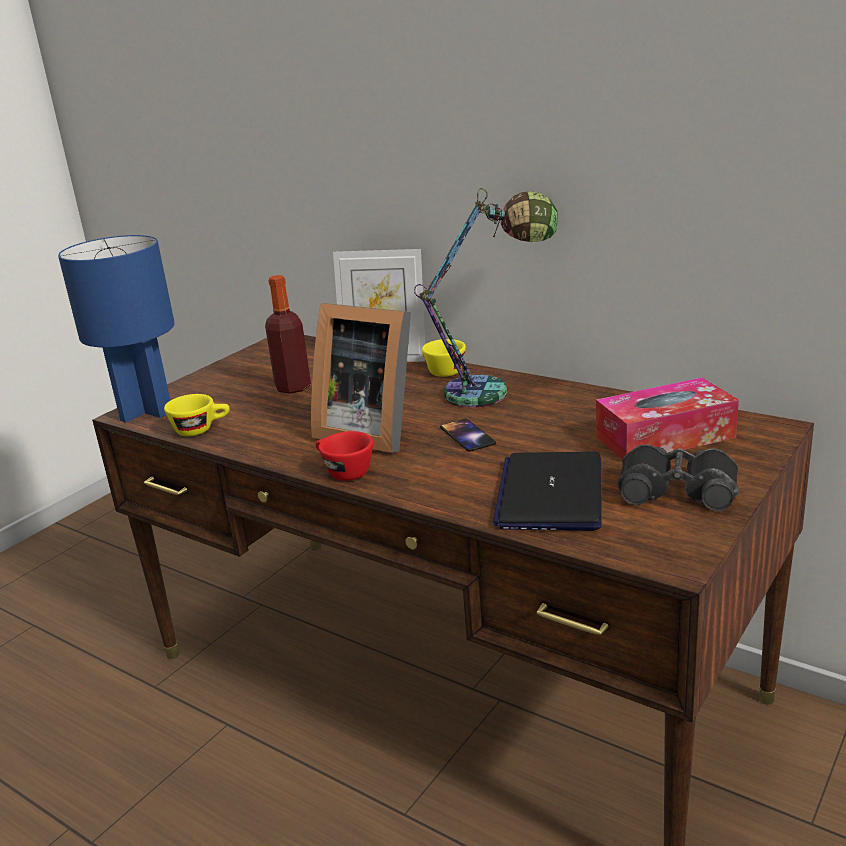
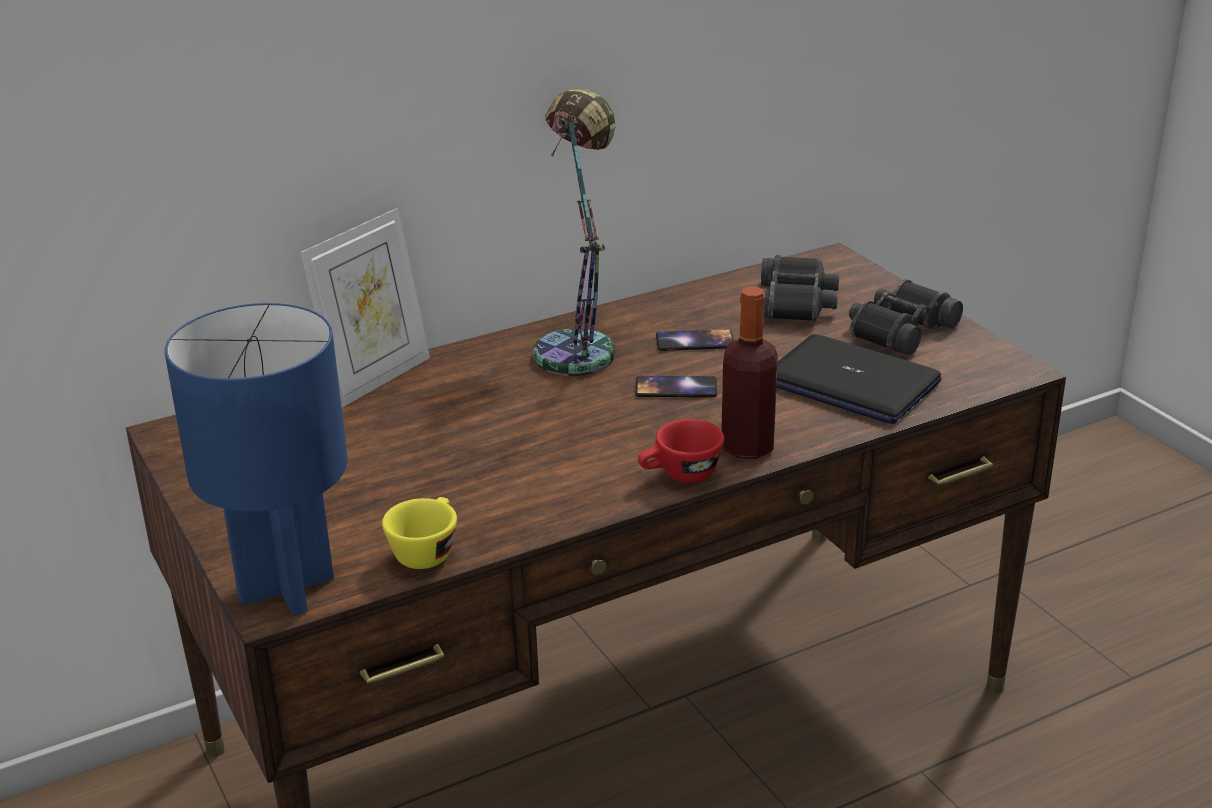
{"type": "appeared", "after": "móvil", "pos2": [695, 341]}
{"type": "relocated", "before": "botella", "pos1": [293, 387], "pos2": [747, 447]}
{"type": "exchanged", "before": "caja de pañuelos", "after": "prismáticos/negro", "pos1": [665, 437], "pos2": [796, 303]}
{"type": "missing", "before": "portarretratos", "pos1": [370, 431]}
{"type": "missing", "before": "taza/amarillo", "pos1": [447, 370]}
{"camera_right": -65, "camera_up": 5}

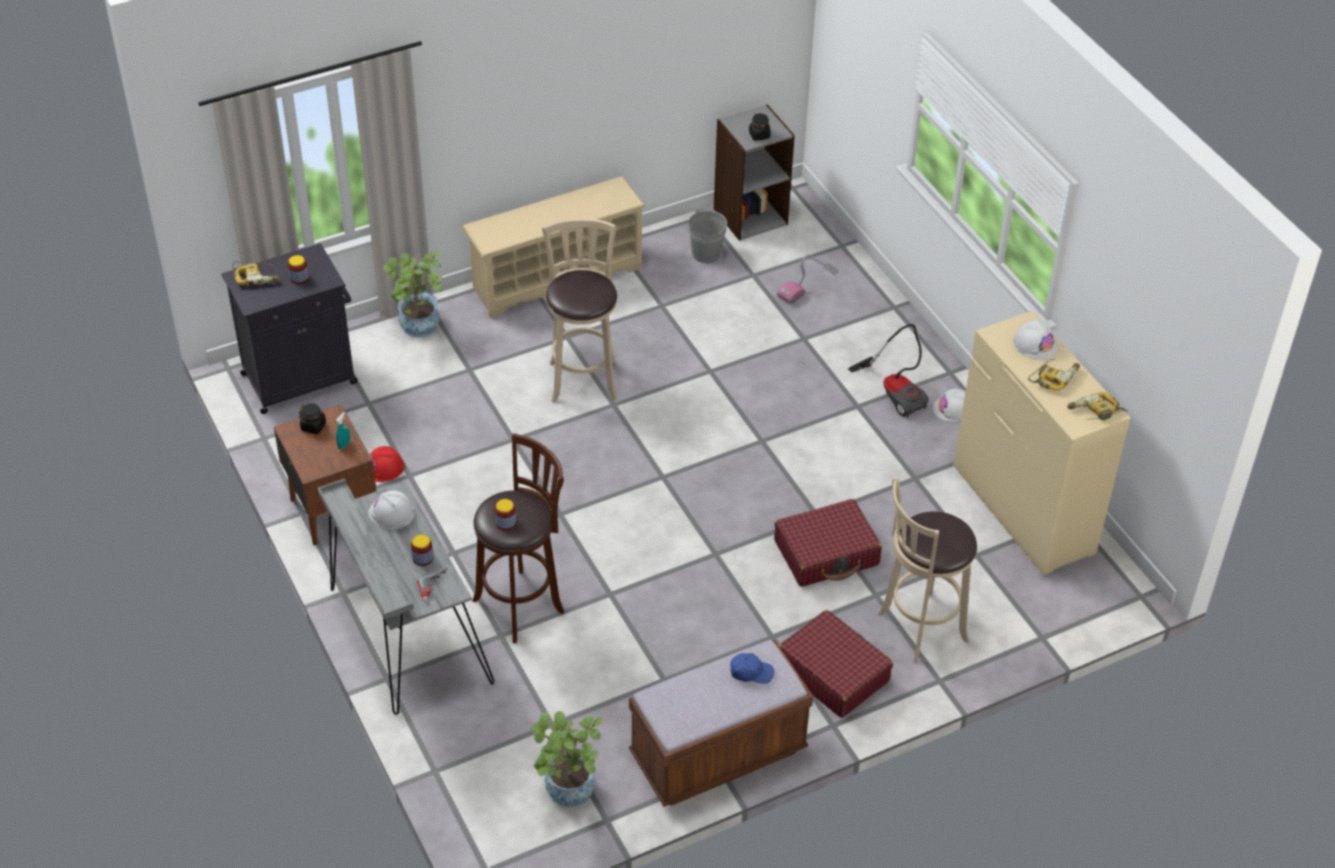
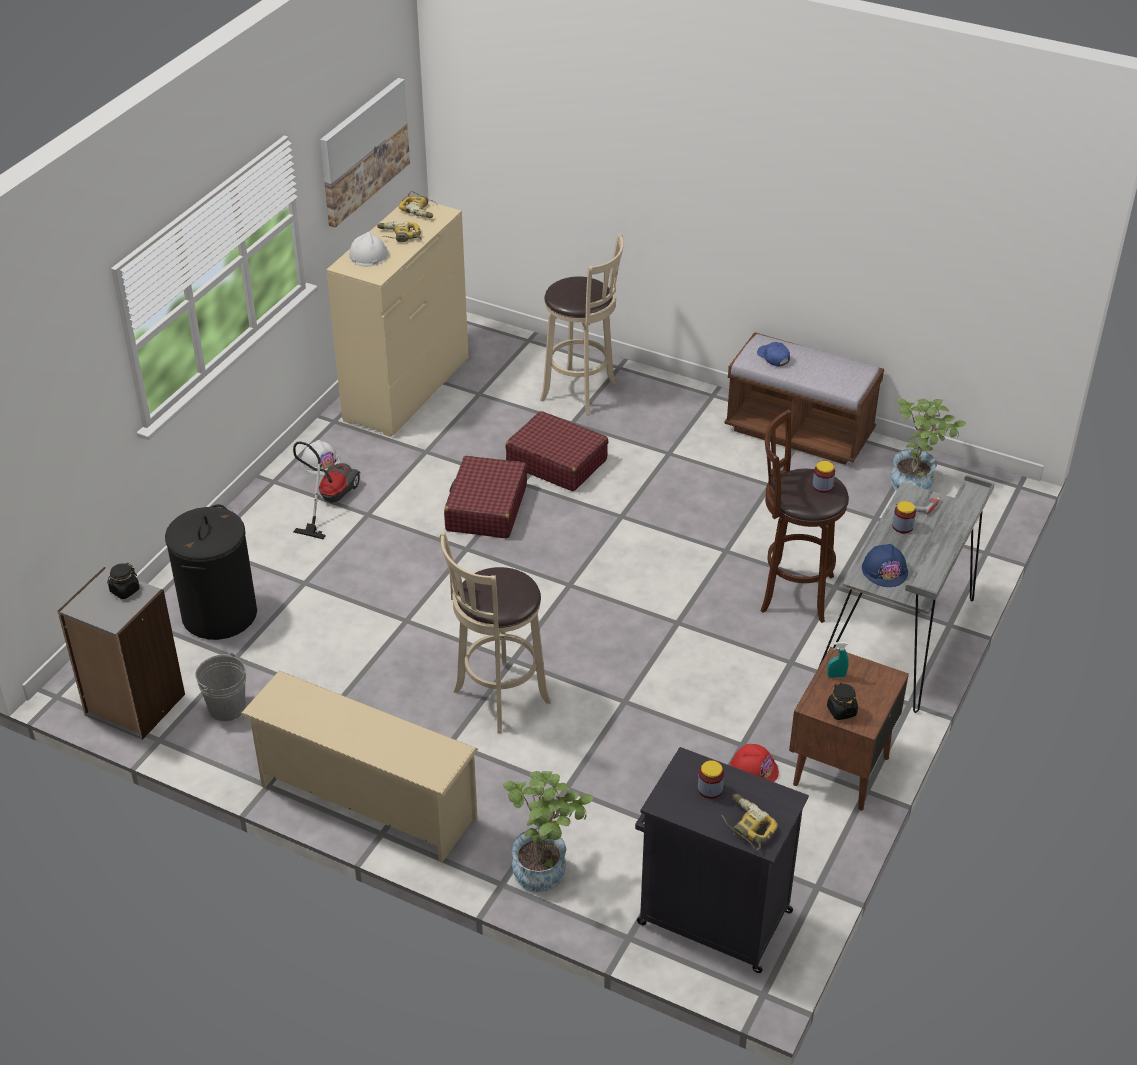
{"type": "exchanged", "before": "aspiradora", "after": "cesto de la ropa/negro", "pos1": [808, 284], "pos2": [219, 614]}
{"type": "appeared", "after": "cuadro", "pos2": [363, 151]}
{"type": "relocated", "before": "maleta/rojo", "pos1": [832, 673], "pos2": [486, 508]}
{"type": "colour", "before": "casco/blanco", "after": "casco/azul", "pos1": [391, 513], "pos2": [884, 570]}
{"camera_right": -125, "camera_up": -5}

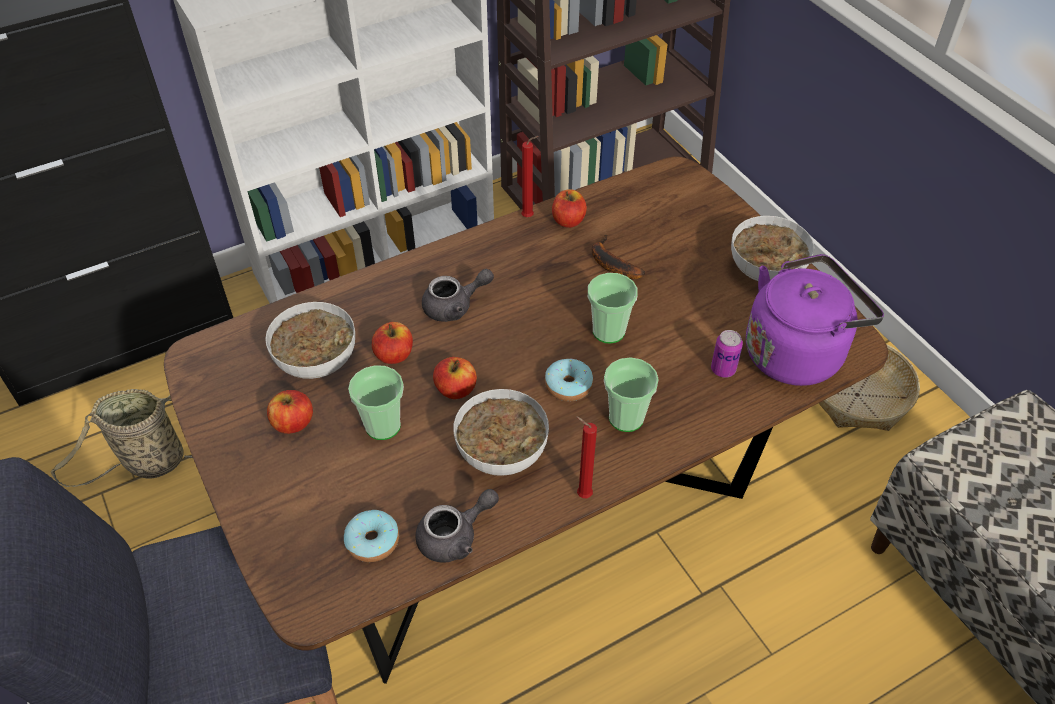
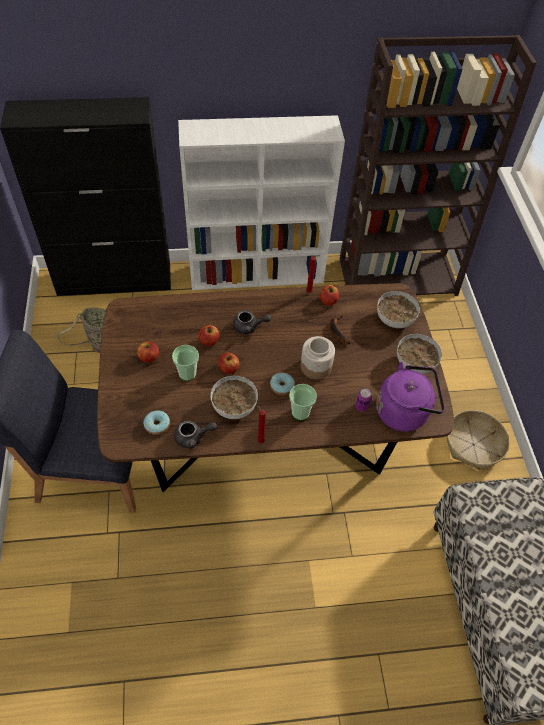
{"type": "exchanged", "before": "taza", "after": "tarro", "pos1": [608, 331], "pos2": [316, 366]}
{"type": "relocated", "before": "cuenco", "pos1": [318, 360], "pos2": [395, 319]}
{"camera_right": 20, "camera_up": 5}

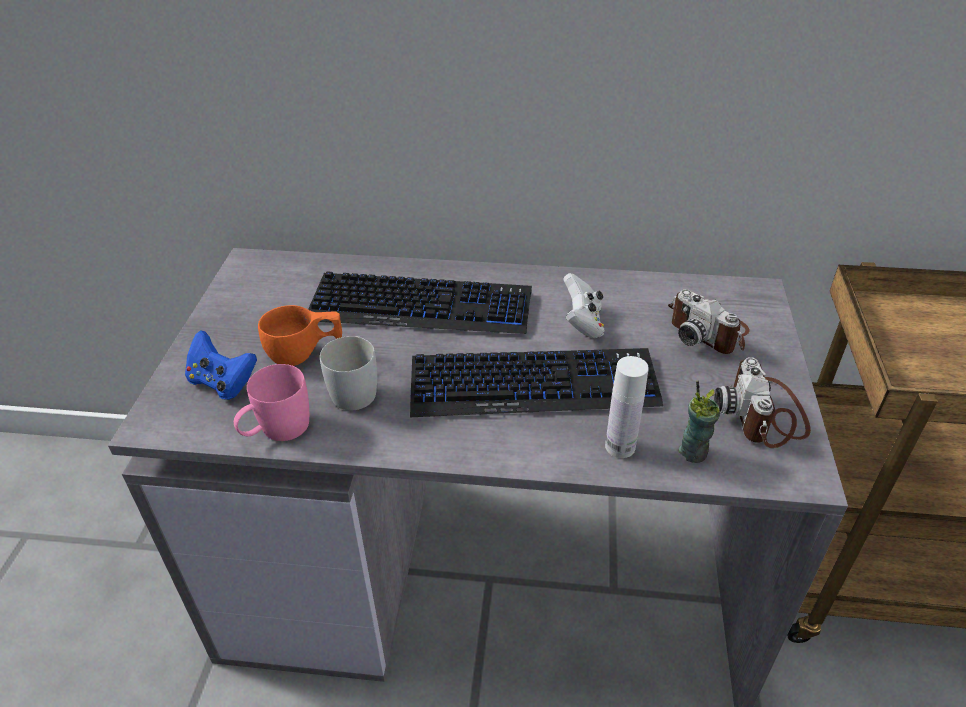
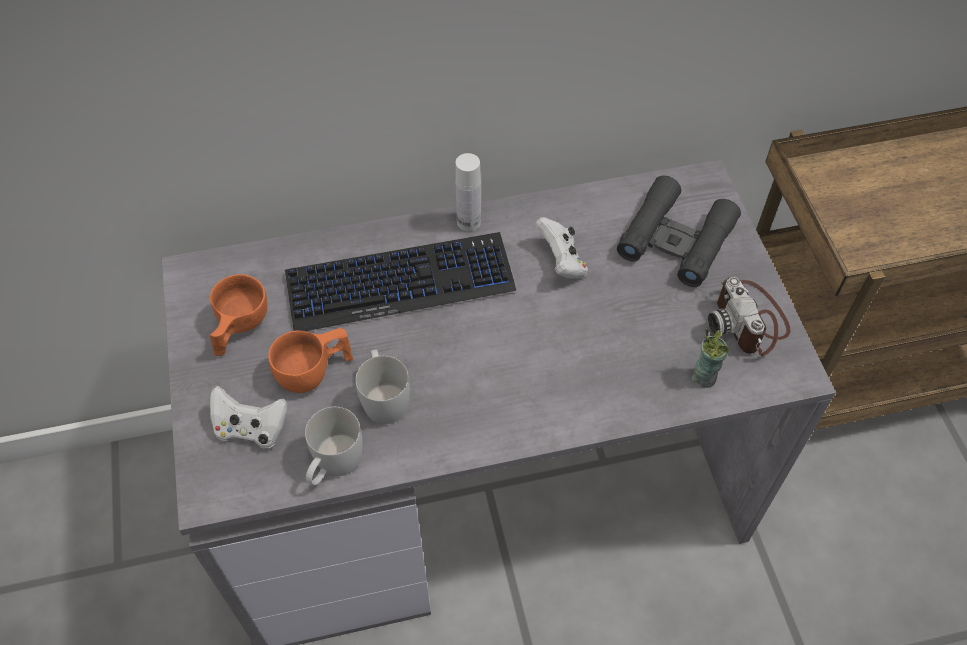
{"type": "appeared", "after": "taza/naranja", "pos2": [238, 329]}
{"type": "colour", "before": "mando de consola/azul", "after": "mando de consola/blanco", "pos1": [222, 383], "pos2": [251, 428]}
{"type": "colour", "before": "taza grande/rosa", "after": "taza grande/blanco", "pos1": [276, 430], "pos2": [333, 465]}
{"type": "relocated", "before": "botella/blanco", "pos1": [620, 447], "pos2": [468, 222]}
{"type": "exchanged", "before": "cámara", "after": "prismáticos/negro", "pos1": [708, 330], "pos2": [676, 239]}
{"type": "missing", "before": "teclado", "pos1": [533, 384]}
{"camera_right": -20, "camera_up": 15}

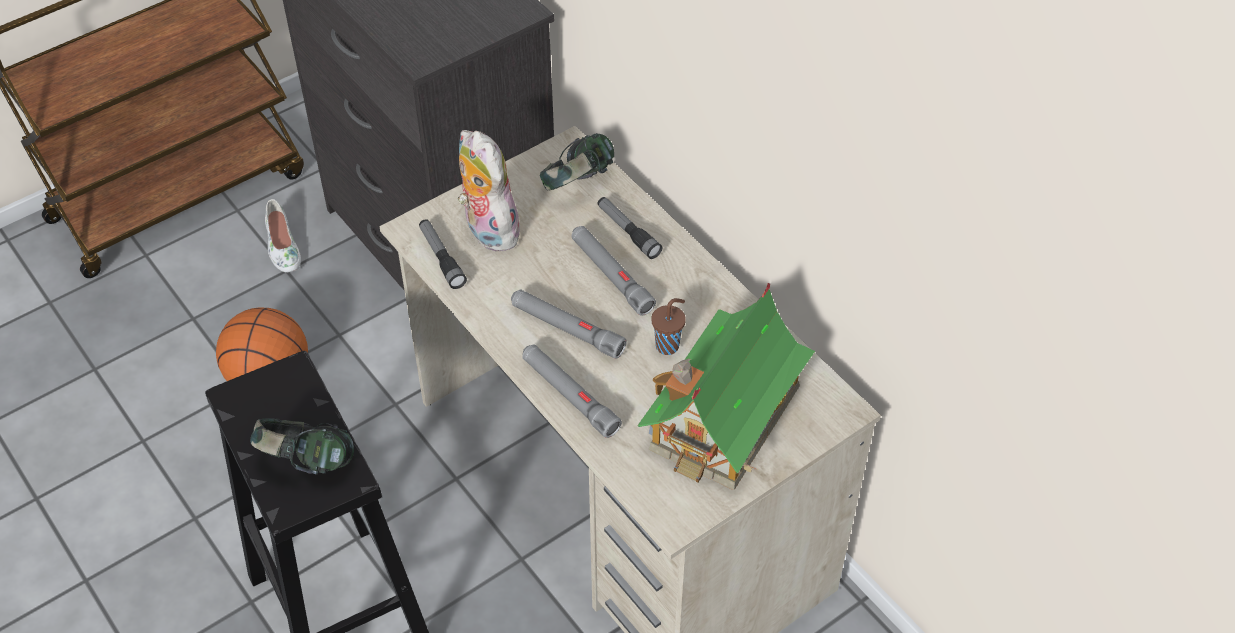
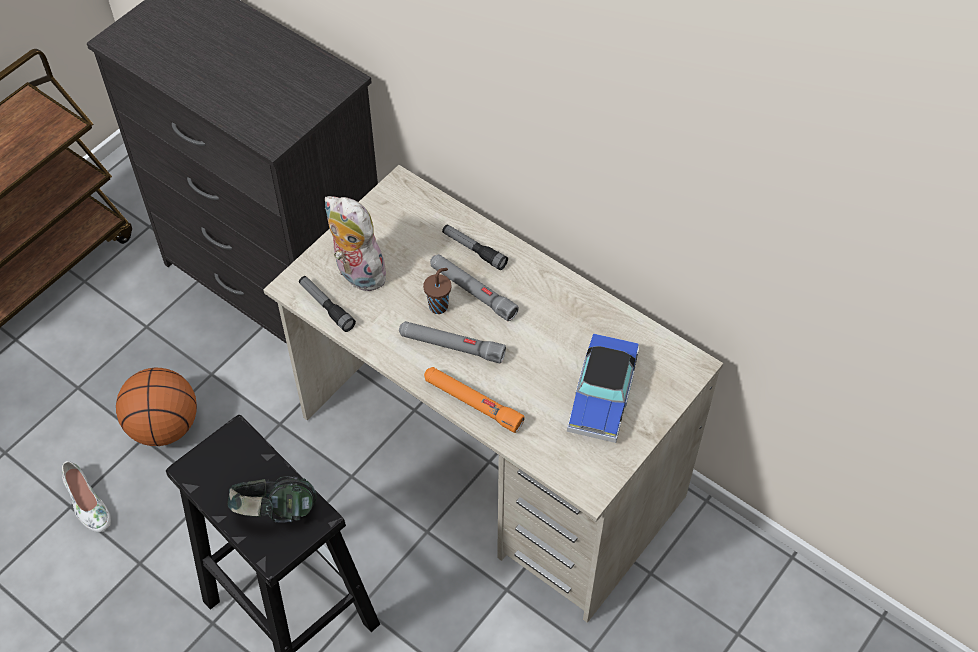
{"type": "relocated", "before": "zapato/blanco", "pos1": [282, 246], "pos2": [87, 503]}
{"type": "relocated", "before": "taza/marrón", "pos1": [668, 345], "pos2": [439, 305]}
{"type": "colour", "before": "linterna/gris", "after": "linterna/naranja", "pos1": [569, 395], "pos2": [472, 403]}
{"type": "exchanged", "before": "casita", "after": "coche de juguete", "pos1": [724, 418], "pos2": [602, 393]}
{"type": "missing", "before": "auriculares", "pos1": [578, 184]}
{"camera_right": -15, "camera_up": 5}

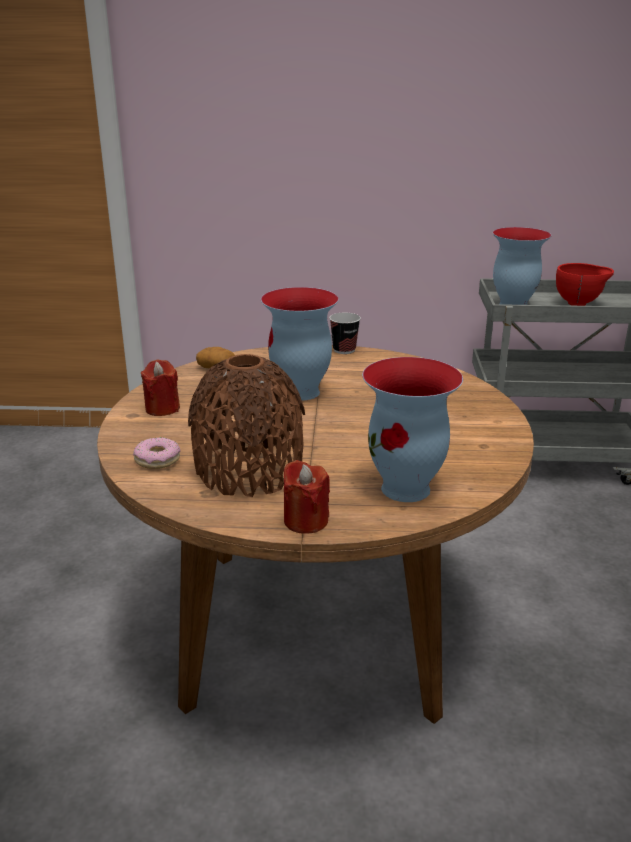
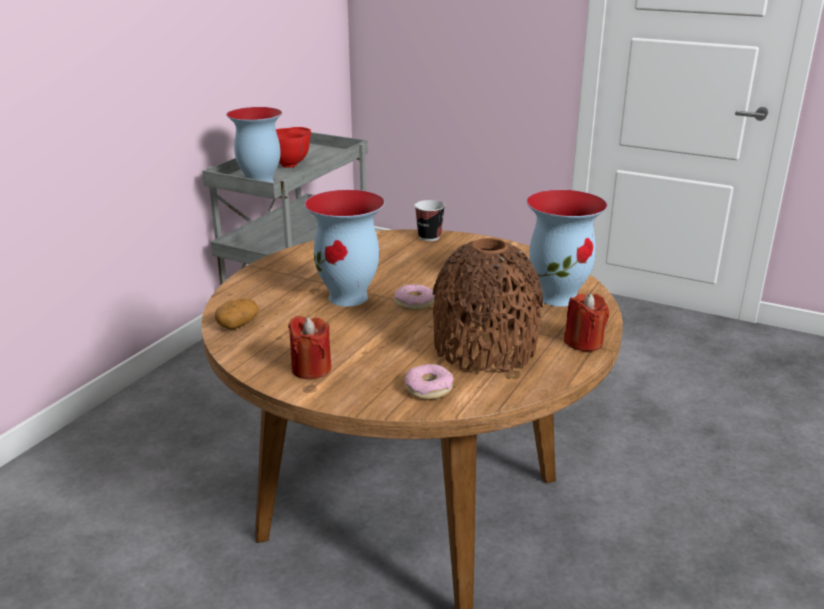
{"type": "appeared", "after": "rosquilla", "pos2": [414, 303]}
{"type": "relocated", "before": "taza", "pos1": [344, 350], "pos2": [429, 237]}
{"camera_right": -65, "camera_up": 0}

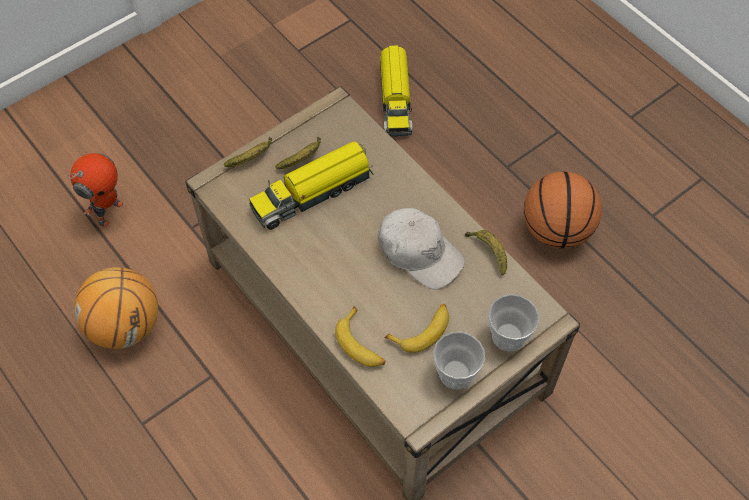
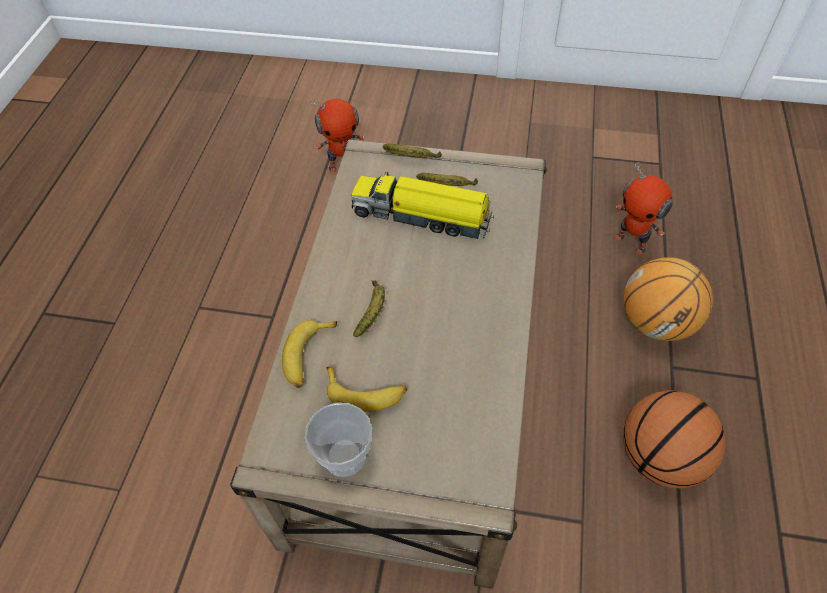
{"type": "relocated", "before": "plátano", "pos1": [488, 252], "pos2": [372, 312]}
{"type": "exchanged", "before": "camión de juguete", "after": "robot de juguete", "pos1": [395, 99], "pos2": [631, 242]}
{"type": "relocated", "before": "balón de baloncesto", "pos1": [125, 325], "pos2": [656, 322]}
{"type": "missing", "before": "gorra/blanco", "pos1": [419, 253]}
{"type": "missing", "before": "taza", "pos1": [508, 336]}
{"camera_right": 50, "camera_up": -5}

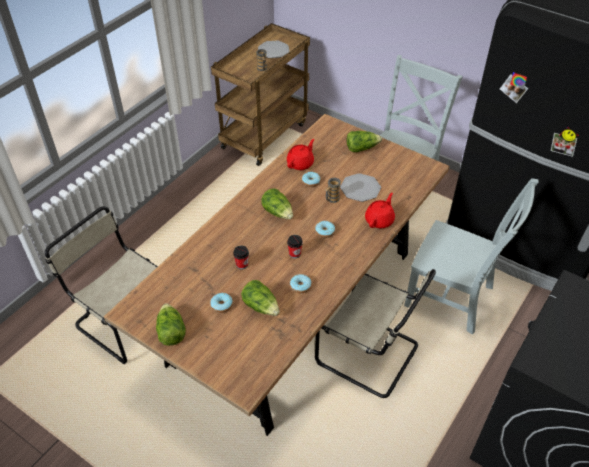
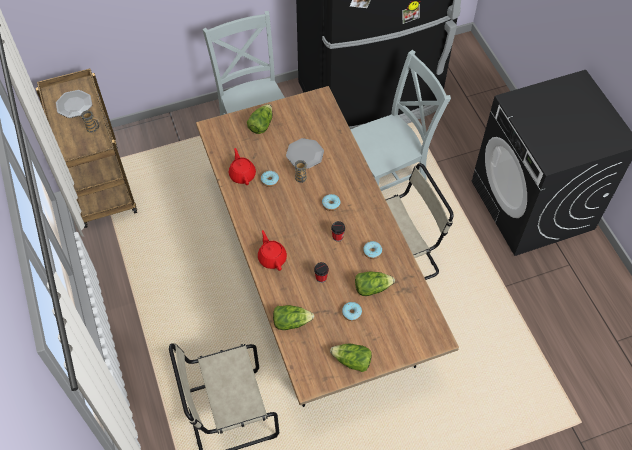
{"type": "relocated", "before": "tetera/rojo", "pos1": [379, 220], "pos2": [272, 258]}
{"type": "relocated", "before": "lechuga", "pos1": [278, 212], "pos2": [291, 321]}
{"camera_right": -55, "camera_up": 10}

